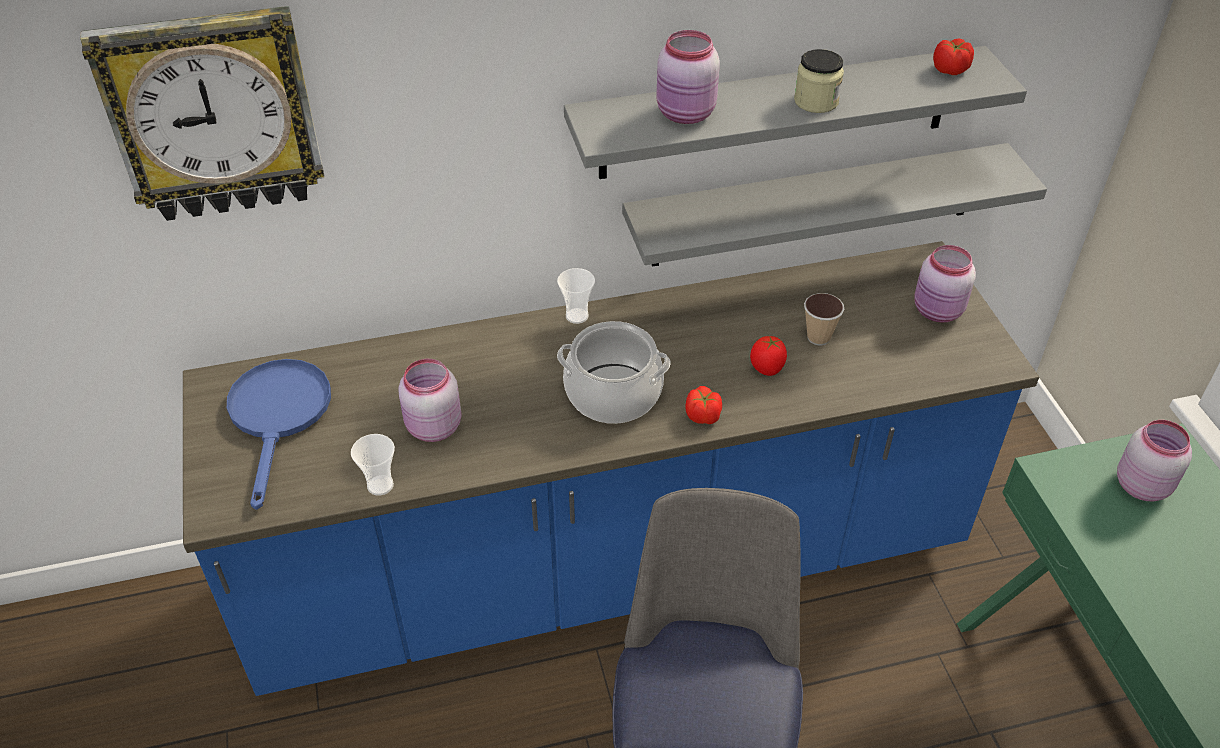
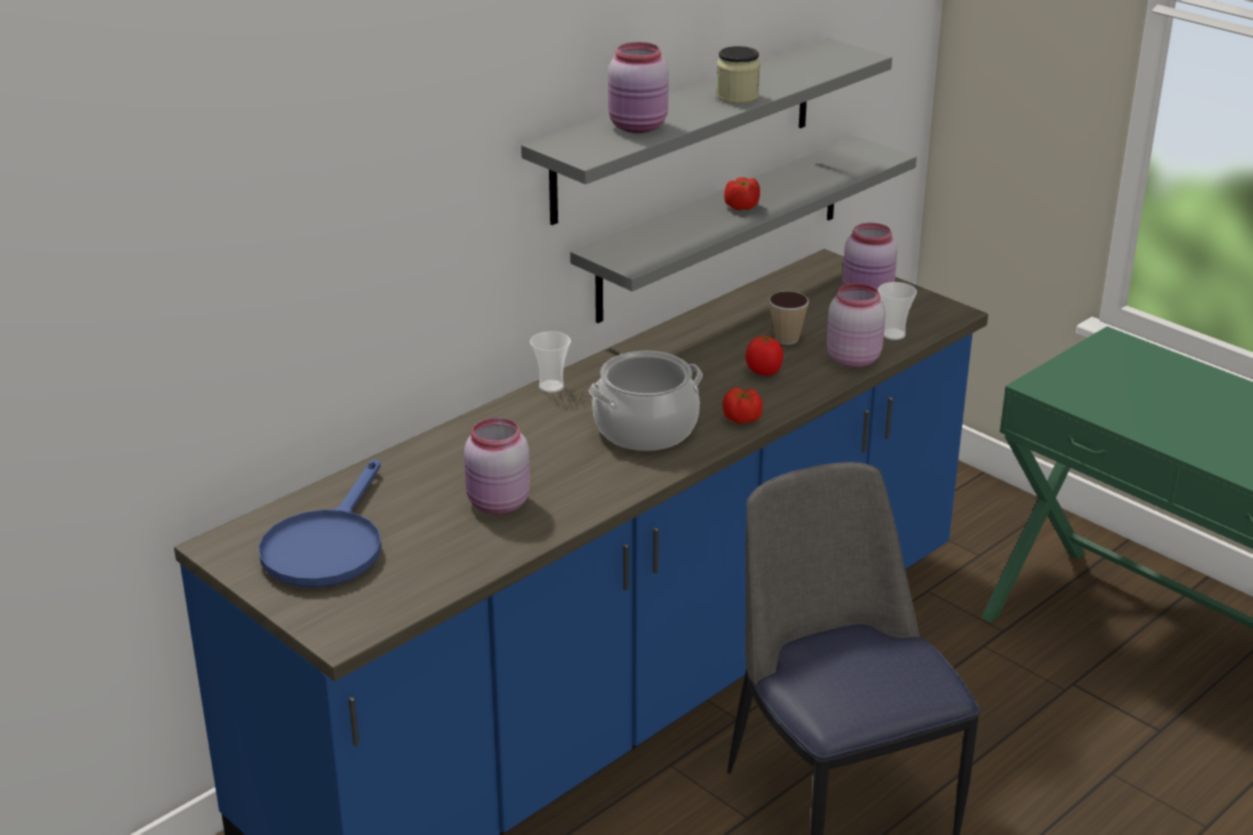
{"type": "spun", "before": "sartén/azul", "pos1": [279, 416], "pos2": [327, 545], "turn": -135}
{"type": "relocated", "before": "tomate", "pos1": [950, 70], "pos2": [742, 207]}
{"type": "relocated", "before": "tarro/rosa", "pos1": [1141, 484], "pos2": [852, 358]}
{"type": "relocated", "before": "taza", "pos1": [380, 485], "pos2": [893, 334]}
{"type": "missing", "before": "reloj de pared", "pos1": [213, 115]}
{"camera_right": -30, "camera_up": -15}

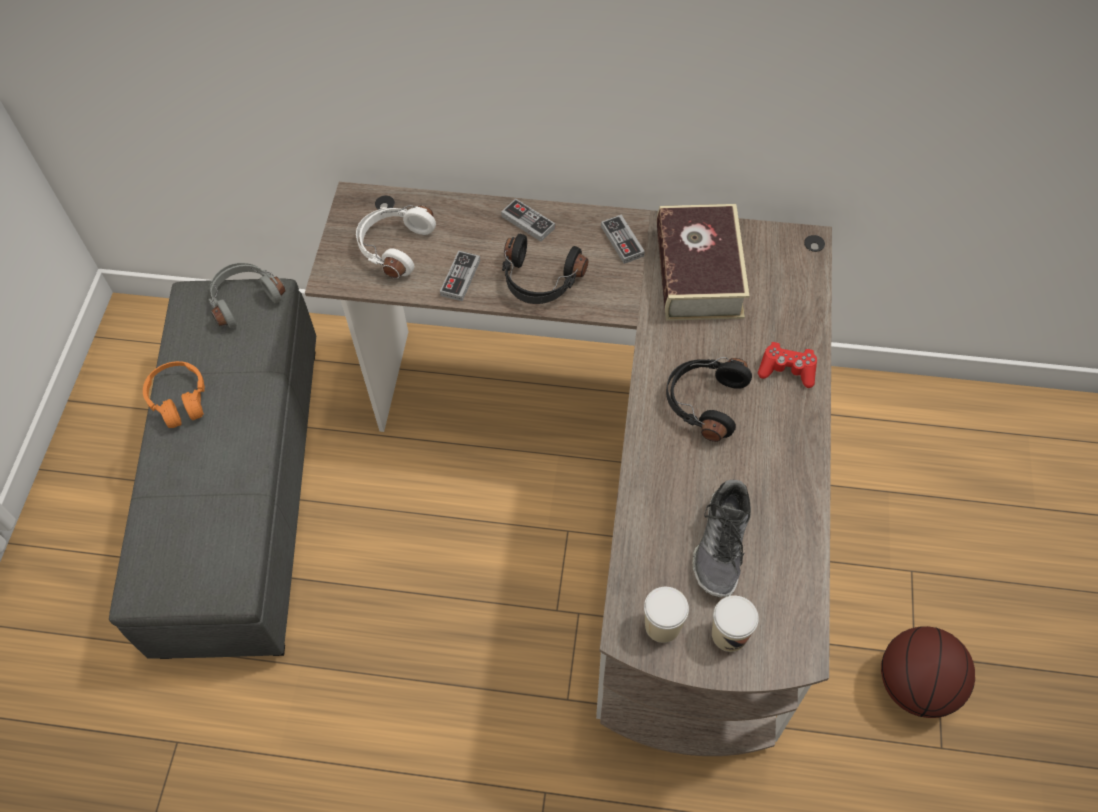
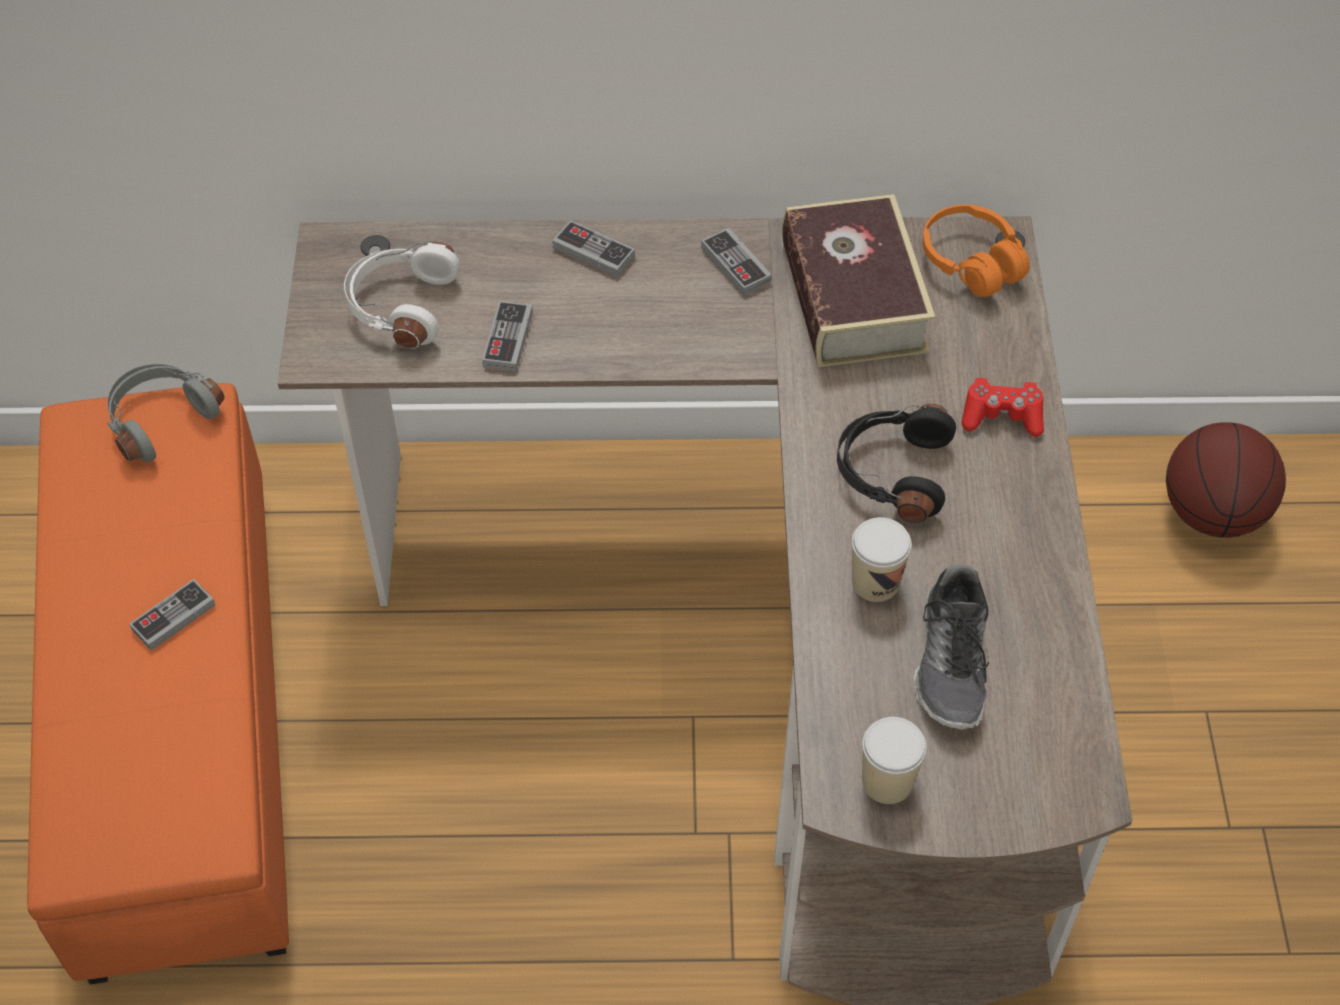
{"type": "colour", "before": "puf/gris", "after": "puf/naranja", "pos1": [246, 493], "pos2": [186, 722]}
{"type": "appeared", "after": "mando de consola", "pos2": [173, 617]}
{"type": "relocated", "before": "taza", "pos1": [729, 635], "pos2": [875, 582]}
{"type": "relocated", "before": "auriculares/naranja", "pos1": [179, 400], "pos2": [971, 262]}
{"type": "relocated", "before": "balón de baloncesto", "pos1": [915, 685], "pos2": [1212, 513]}
{"type": "missing", "before": "auriculares/negro", "pos1": [540, 281]}
{"camera_right": -10, "camera_up": -5}

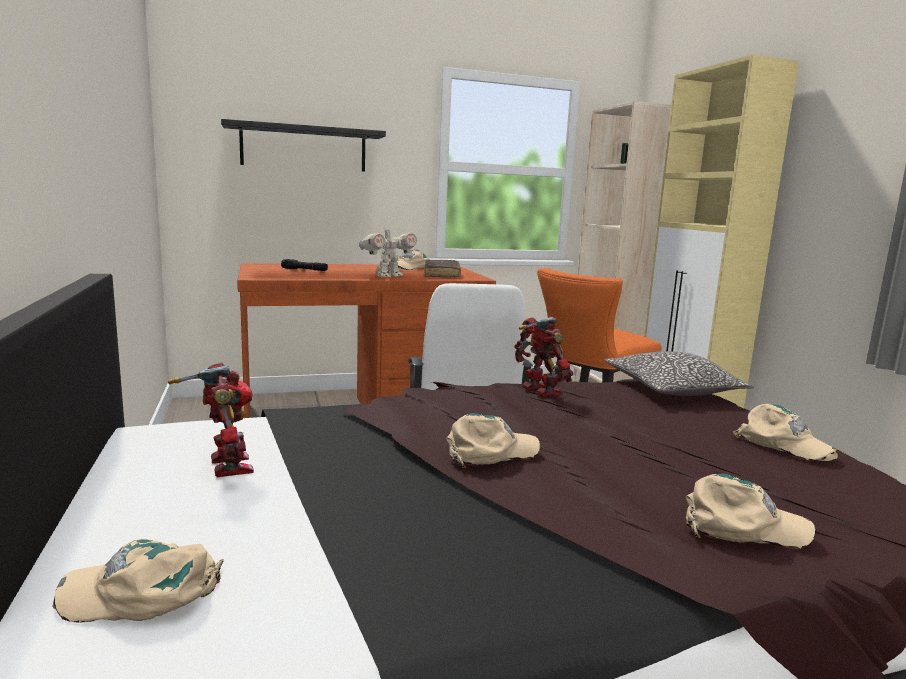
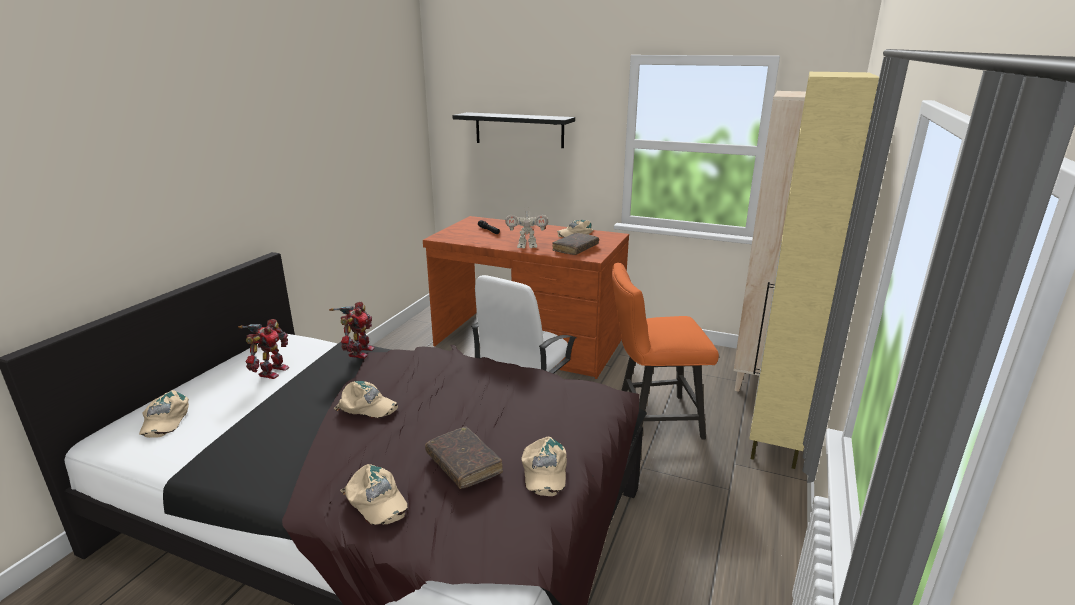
{"type": "spun", "before": "gorra/beis", "pos1": [142, 592], "pos2": [164, 419], "turn": -135}
{"type": "relocated", "before": "robot de juguete", "pos1": [539, 391], "pos2": [359, 352]}
{"type": "appeared", "after": "libro/marrón", "pos2": [463, 464]}
{"type": "missing", "before": "cojín", "pos1": [672, 389]}
{"camera_right": 40, "camera_up": 10}

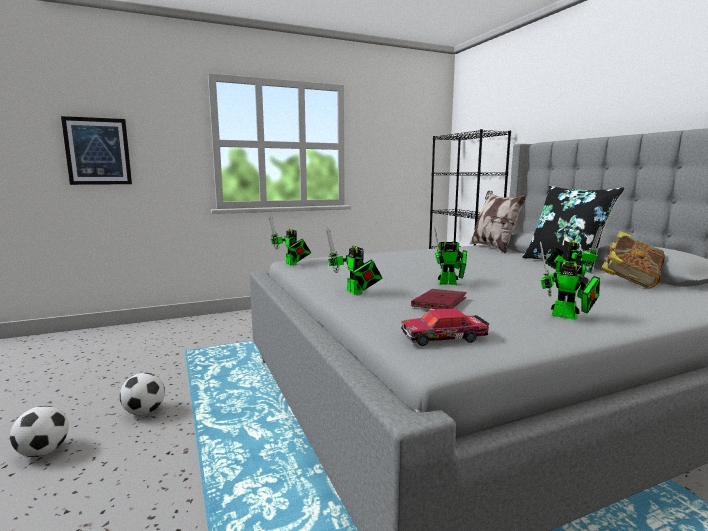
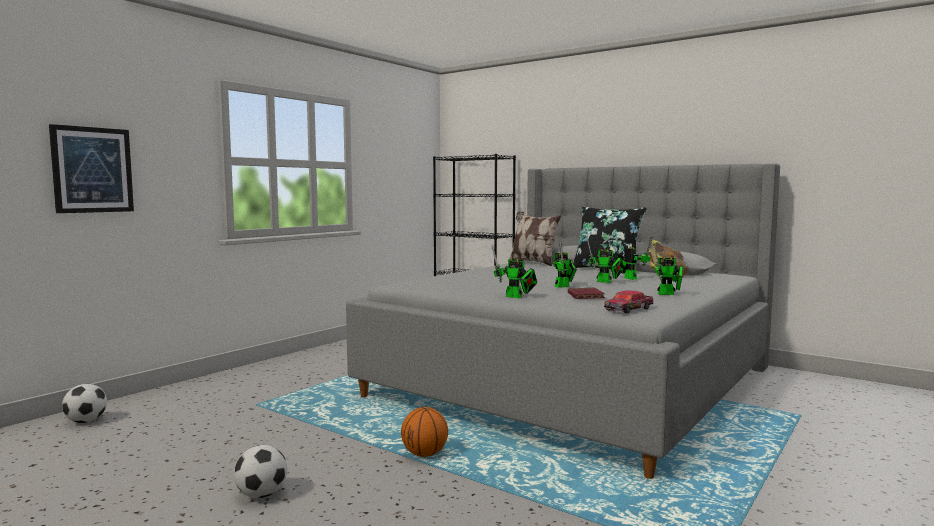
{"type": "relocated", "before": "balón de fútbol", "pos1": [144, 412], "pos2": [86, 421]}
{"type": "appeared", "after": "balón de baloncesto", "pos2": [424, 454]}
{"type": "relocated", "before": "robot de juguete", "pos1": [292, 264], "pos2": [606, 282]}
{"camera_right": -30, "camera_up": -5}

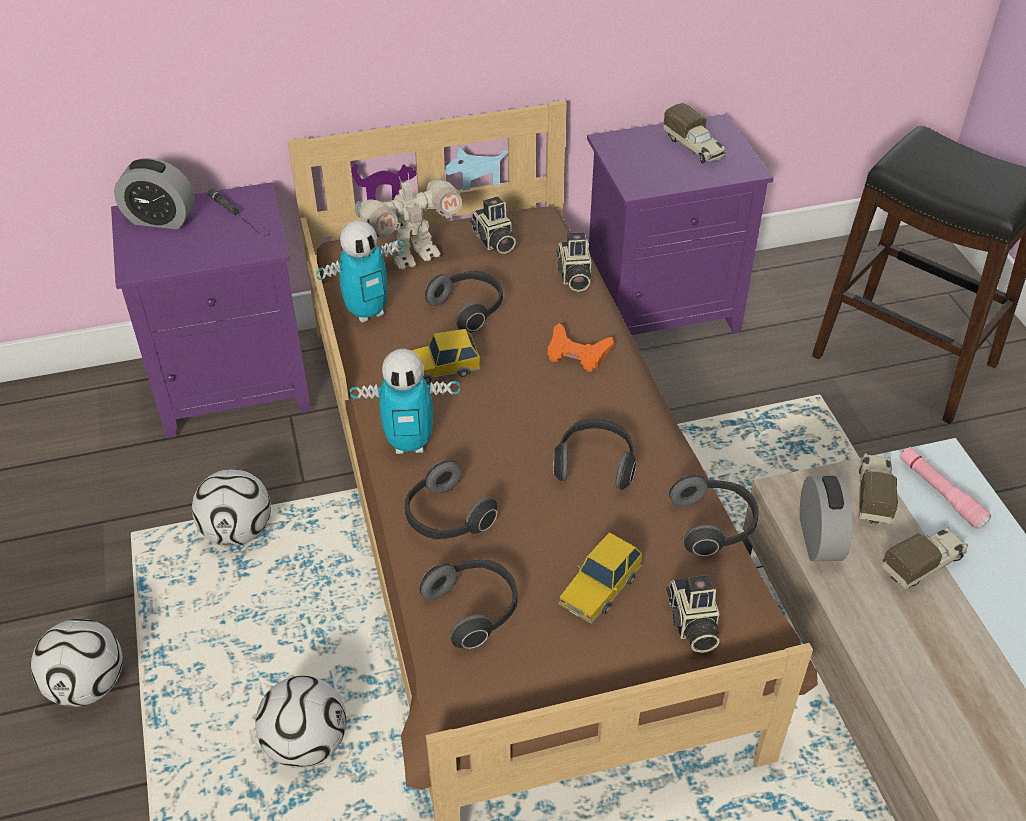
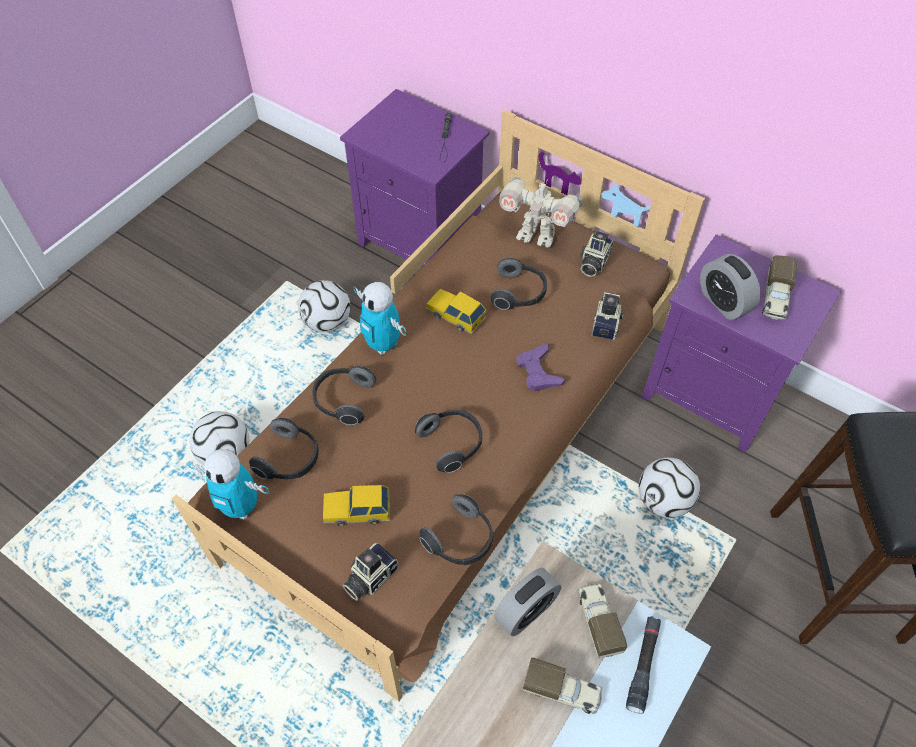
{"type": "relocated", "before": "robot de juguete", "pos1": [367, 312], "pos2": [241, 506]}
{"type": "colour", "before": "mando de consola/naranja", "after": "mando de consola/morado", "pos1": [577, 353], "pos2": [538, 372]}
{"type": "spun", "before": "camión de juguete", "pos1": [873, 495], "pos2": [598, 622], "turn": -75}
{"type": "spun", "before": "cámara", "pos1": [573, 277], "pos2": [606, 323], "turn": 150}
{"type": "colour", "before": "linterna/rosa", "after": "linterna/negro", "pos1": [940, 492], "pos2": [643, 665]}
{"type": "relocated", "before": "balón de fútbol", "pos1": [88, 685], "pos2": [663, 500]}
{"type": "relocated", "before": "despertador", "pos1": [160, 219], "pos2": [723, 302]}
{"camera_right": 50, "camera_up": 10}

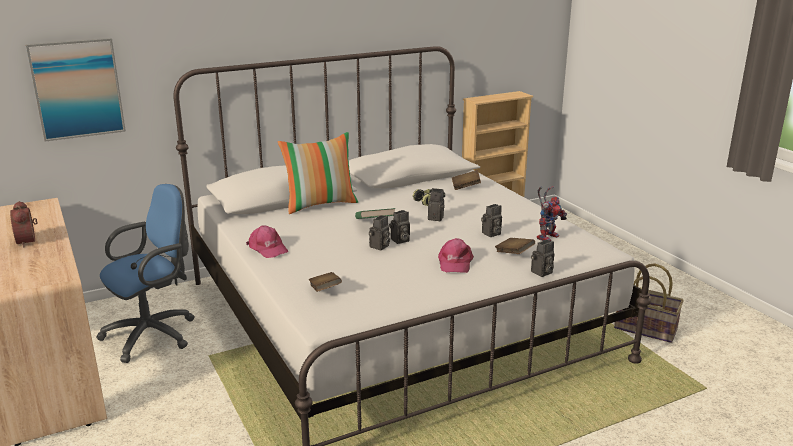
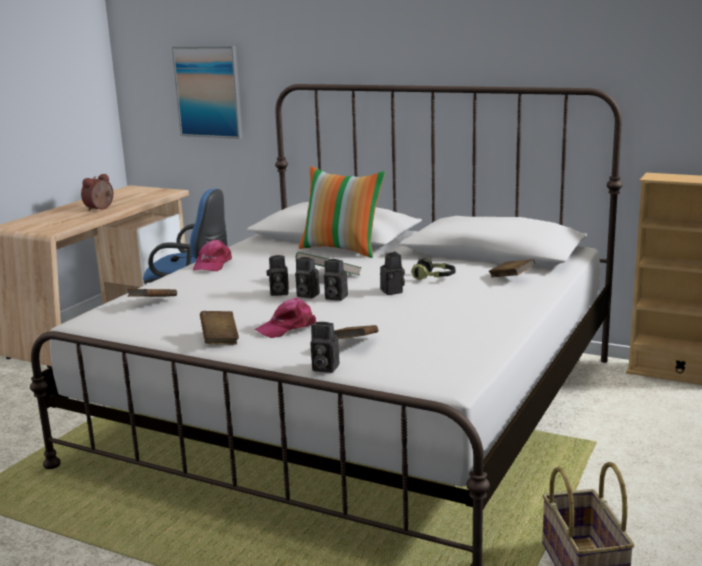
{"type": "appeared", "after": "libro/marrón", "pos2": [220, 339]}
{"type": "relocated", "before": "cámara", "pos1": [491, 234], "pos2": [334, 297]}
{"type": "missing", "before": "robot de juguete", "pos1": [547, 236]}
{"camera_right": 55, "camera_up": -5}

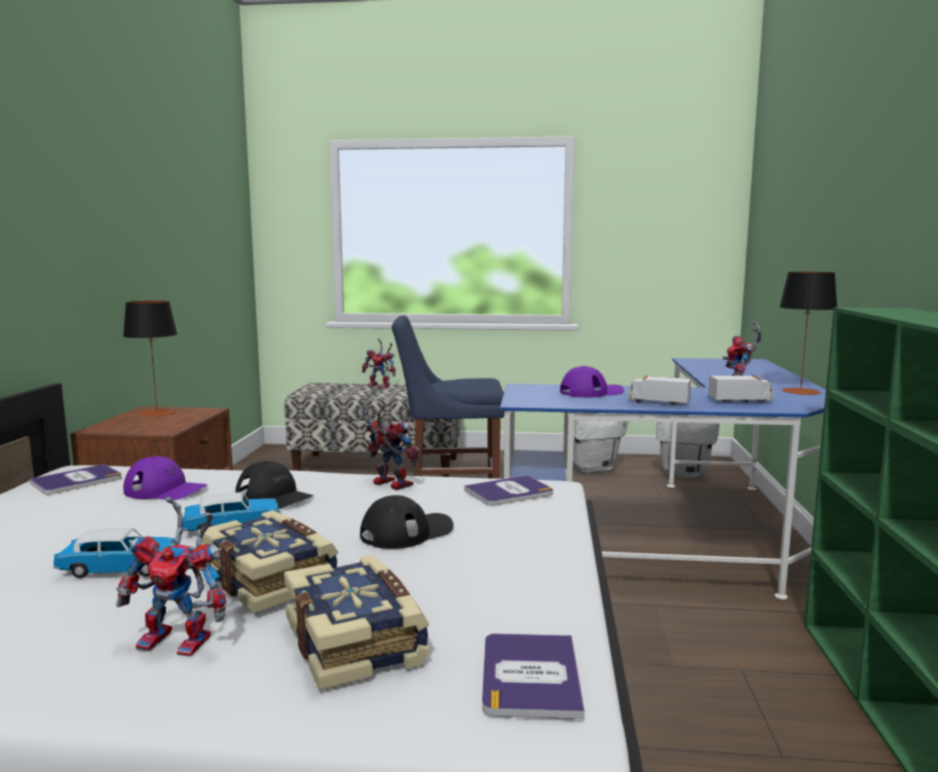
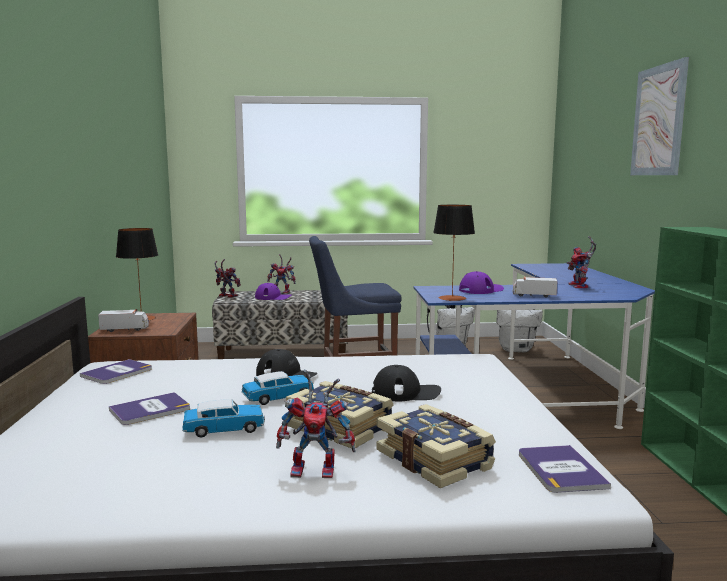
{"type": "relocated", "before": "camión de juguete", "pos1": [740, 401], "pos2": [125, 329]}
{"type": "relocated", "before": "libro", "pos1": [509, 492], "pos2": [150, 410]}
{"type": "relocated", "before": "robot de juguete", "pos1": [388, 484], "pos2": [226, 296]}
{"type": "relocated", "before": "gorra/morado", "pos1": [165, 490], "pos2": [273, 297]}
{"type": "spun", "before": "gorra/negro", "pos1": [407, 532], "pos2": [406, 392], "turn": 45}
{"type": "relocated", "before": "lámpara de mesa", "pos1": [800, 391], "pos2": [452, 298]}
{"type": "appeared", "after": "cuadro", "pos2": [658, 121]}
{"camera_right": -10, "camera_up": 0}

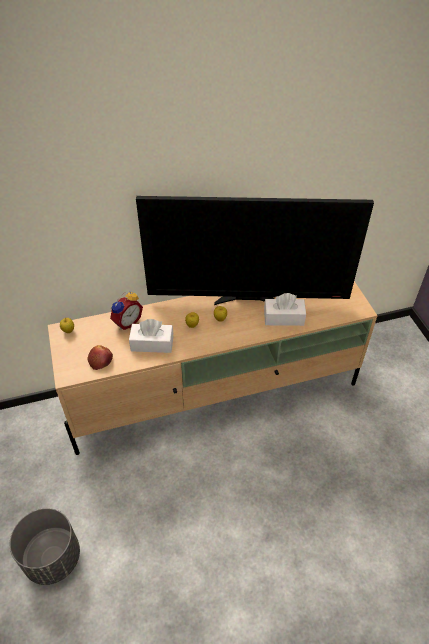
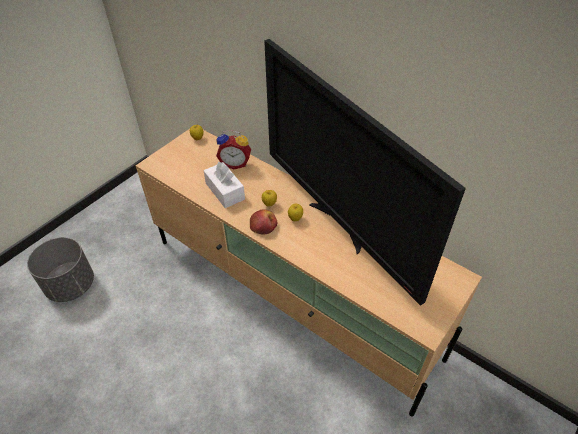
{"type": "relocated", "before": "manzana", "pos1": [100, 360], "pos2": [263, 226]}
{"type": "missing", "before": "caja de pañuelos/blanco", "pos1": [283, 318]}
{"camera_right": 55, "camera_up": 0}

